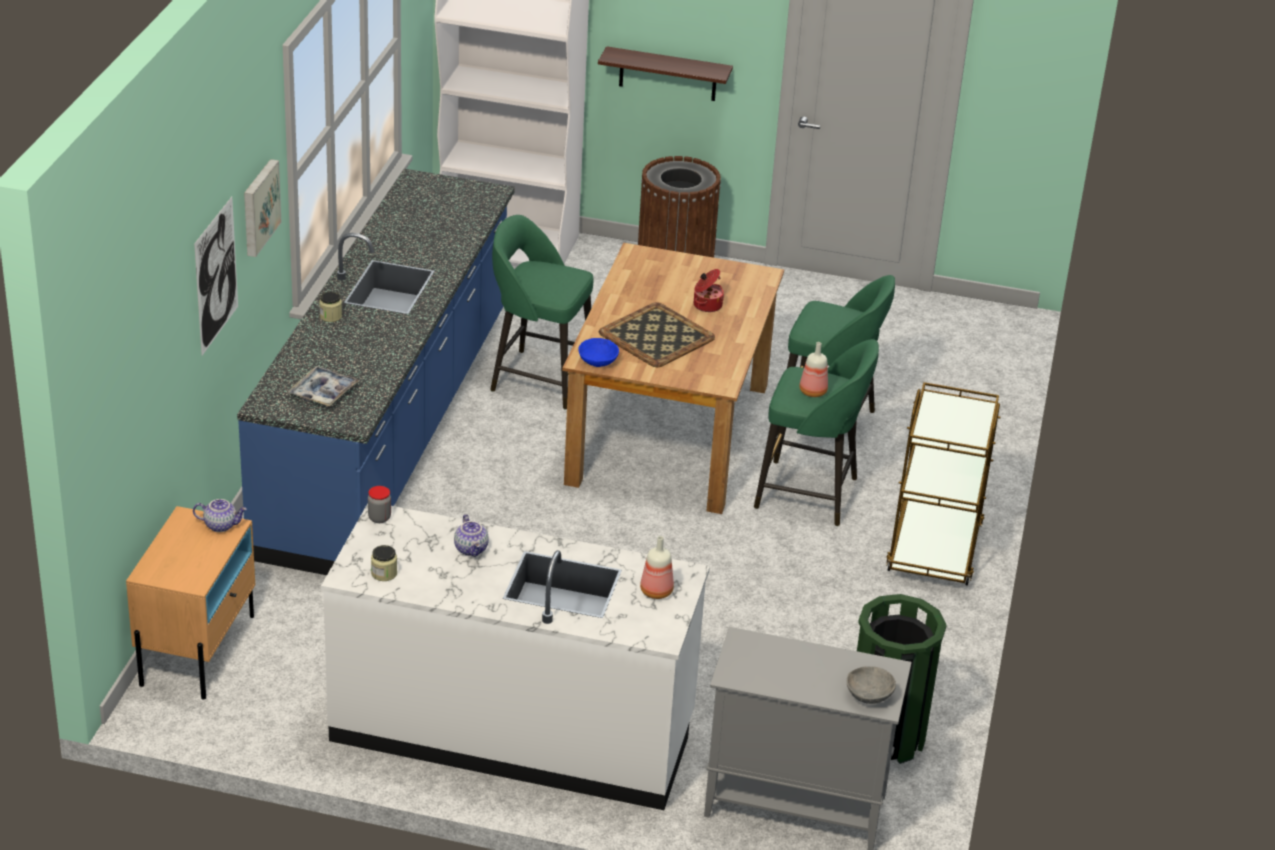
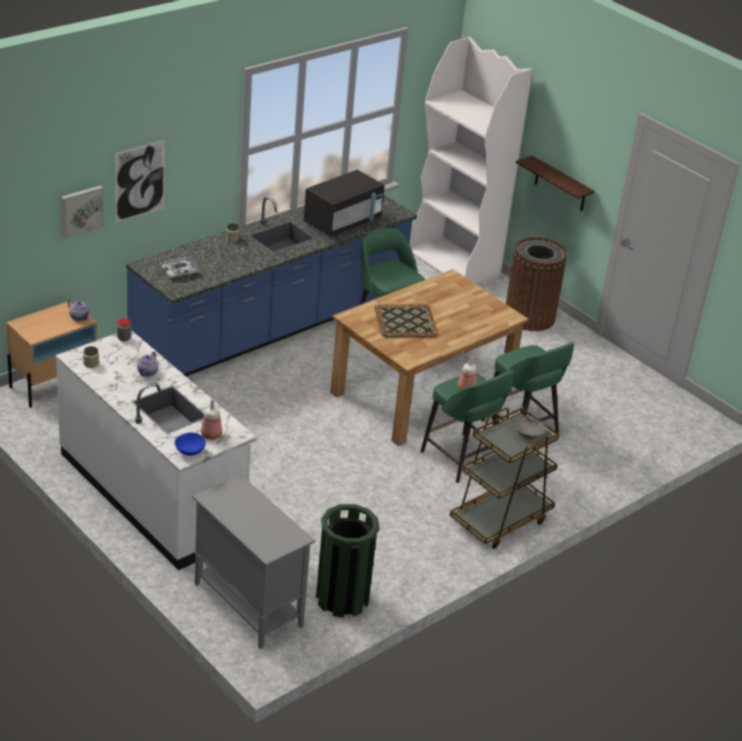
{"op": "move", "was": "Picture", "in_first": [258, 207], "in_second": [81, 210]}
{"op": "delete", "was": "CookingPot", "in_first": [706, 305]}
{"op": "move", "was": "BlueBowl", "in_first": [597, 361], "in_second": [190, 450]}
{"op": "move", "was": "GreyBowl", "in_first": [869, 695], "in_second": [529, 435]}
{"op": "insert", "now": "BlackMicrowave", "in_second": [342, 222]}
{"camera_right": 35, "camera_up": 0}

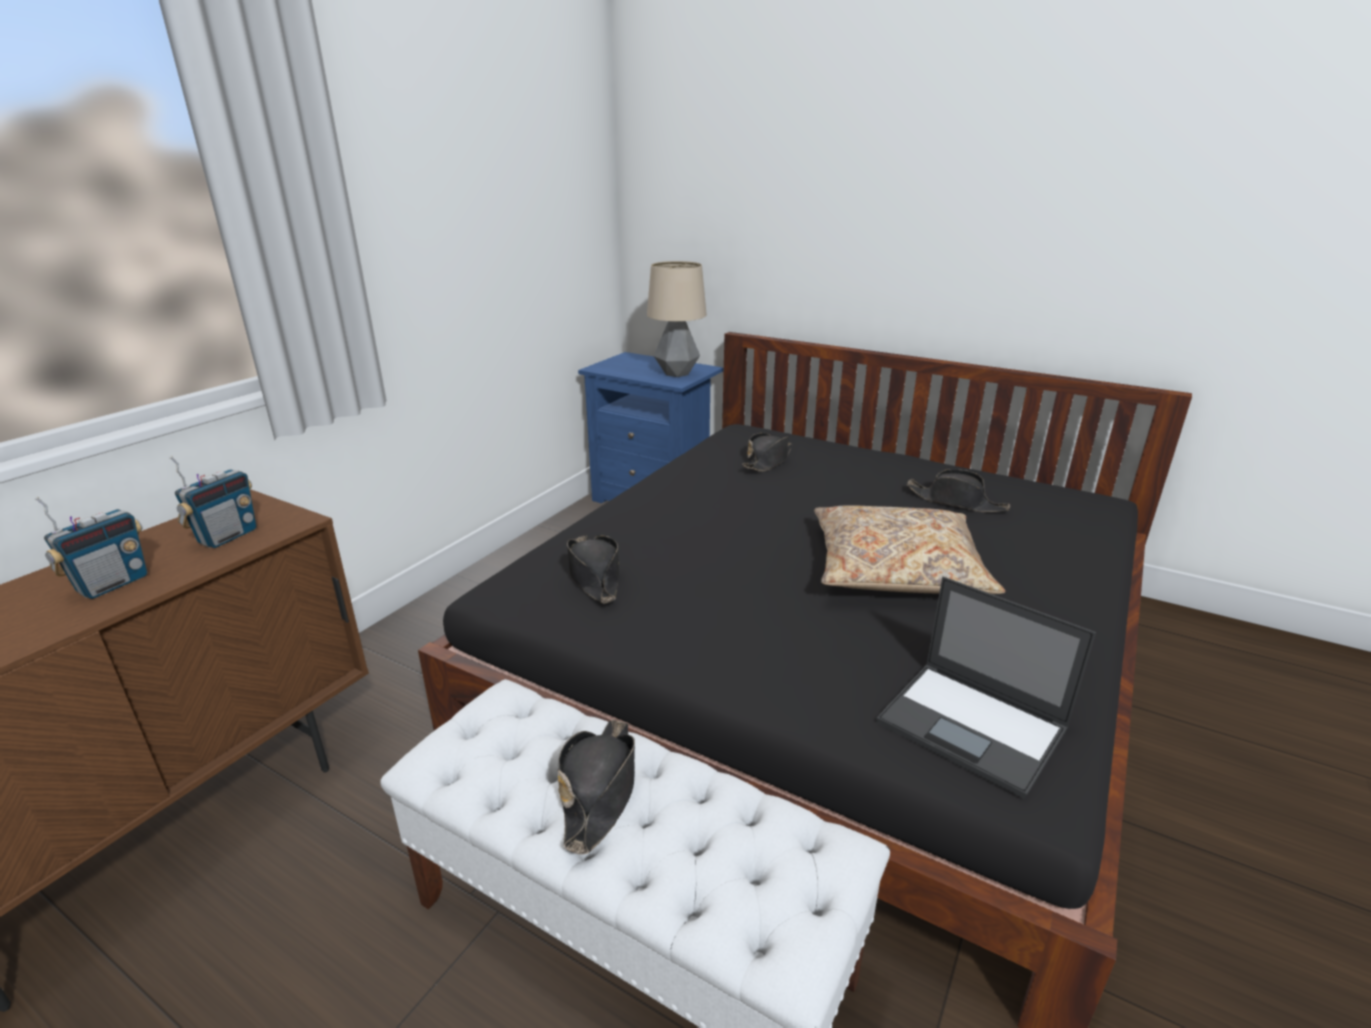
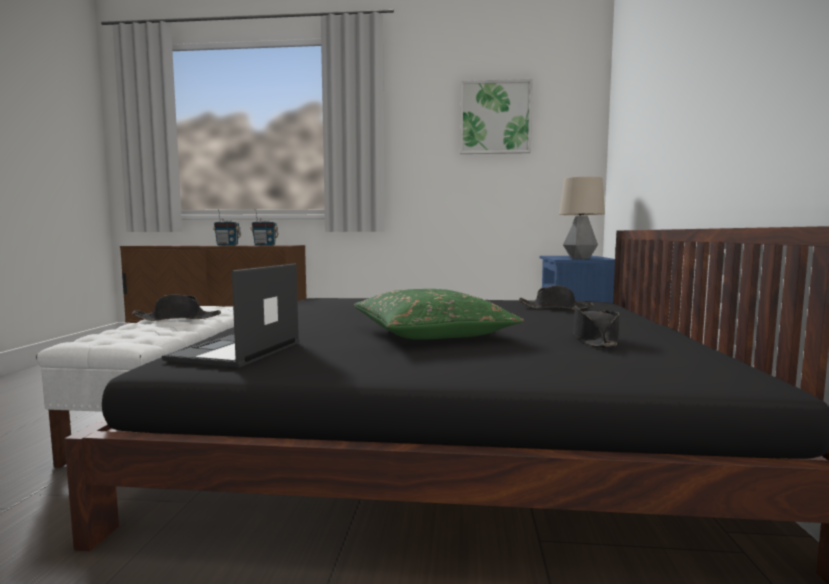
{"op": "recolor", "was": "BeigePillow", "now": "GreenPillow", "in_first": [896, 568], "in_second": [431, 333]}
{"op": "delete", "was": "BlackHat", "in_first": [594, 576]}
{"op": "insert", "now": "Picture", "in_second": [495, 117]}
{"camera_right": 65, "camera_up": -20}

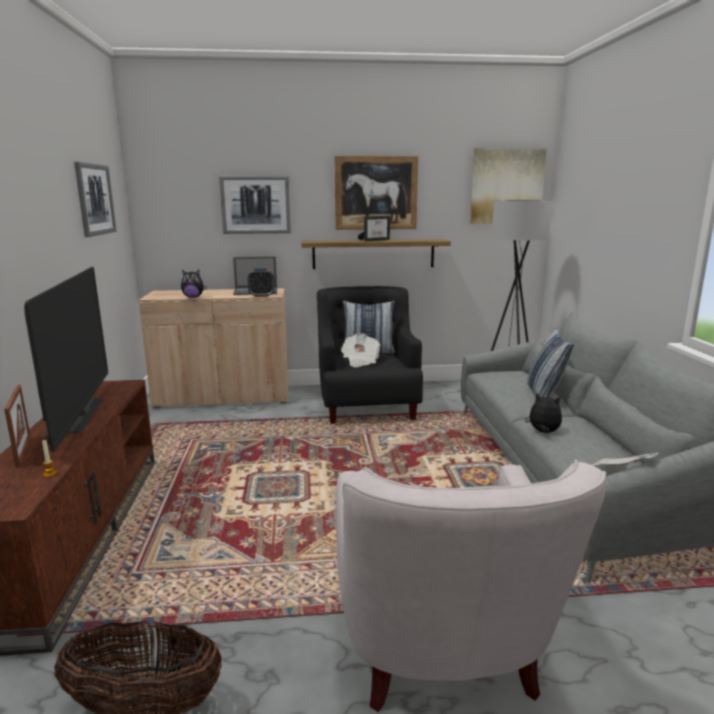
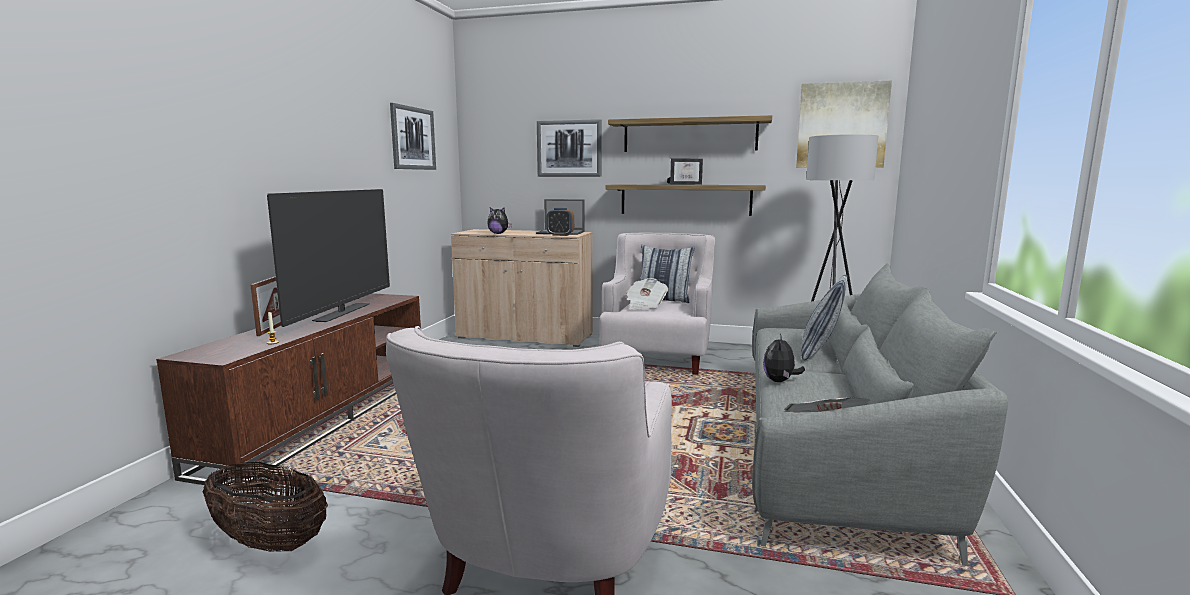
{"op": "replace", "was": "Picture", "now": "Shelf", "in_first": [376, 193], "in_second": [689, 135]}
{"op": "recolor", "was": "BlackArmchair", "now": "WhiteArmchair", "in_first": [367, 404], "in_second": [658, 356]}
{"op": "rotate", "was": "PlushToy", "in_first": [543, 432], "in_second": [780, 381], "clockwise": -120}
{"camera_right": 20, "camera_up": -5}

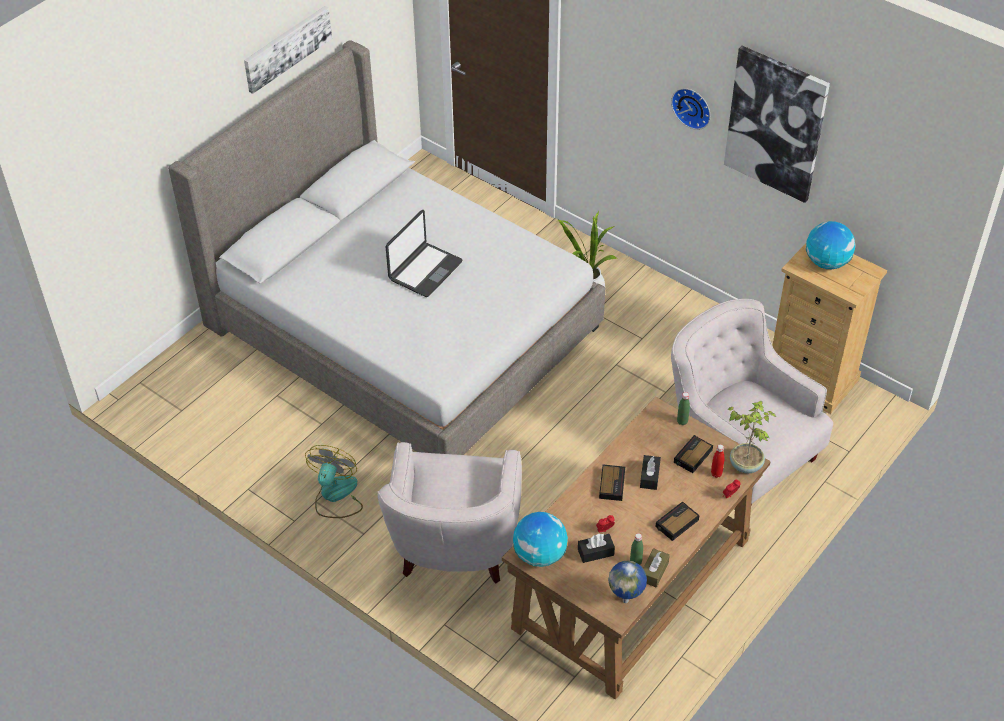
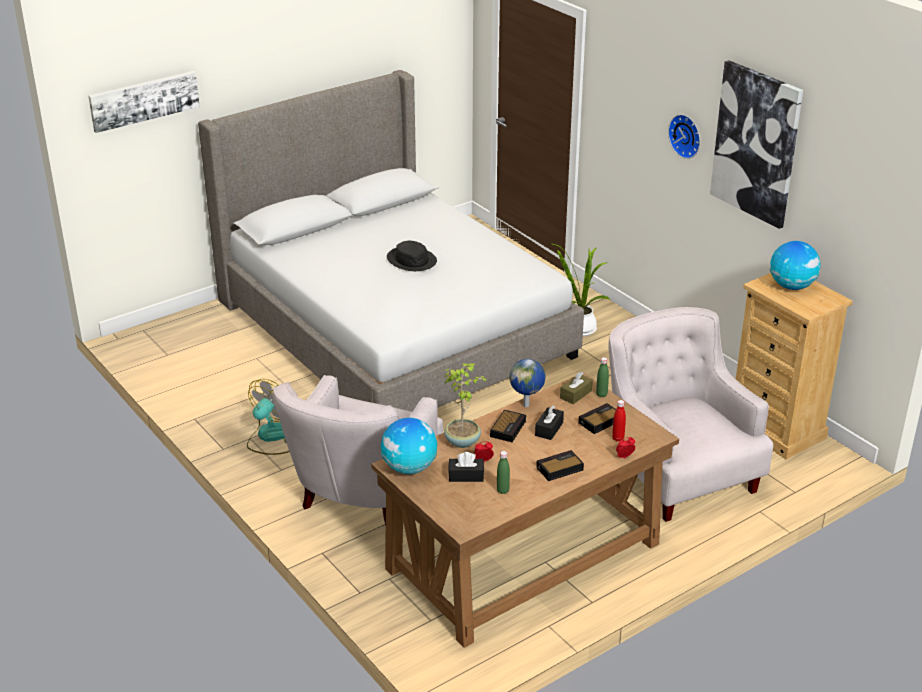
{"op": "move", "was": "Picture", "in_first": [287, 48], "in_second": [144, 100]}
{"op": "replace", "was": "Laptop", "now": "BlackHat", "in_first": [424, 270], "in_second": [412, 260]}
{"op": "move", "was": "PottedPlant", "in_first": [746, 464], "in_second": [463, 441]}
{"op": "move", "was": "BrownTissueBox", "in_first": [654, 572], "in_second": [575, 394]}
{"op": "move", "was": "Globe", "in_first": [626, 600], "in_second": [527, 405]}
{"camera_right": 15, "camera_up": -15}

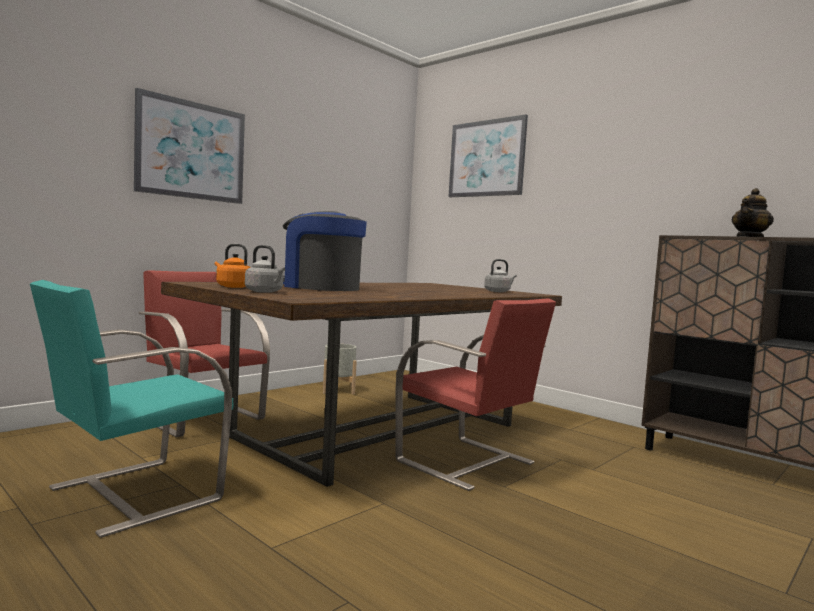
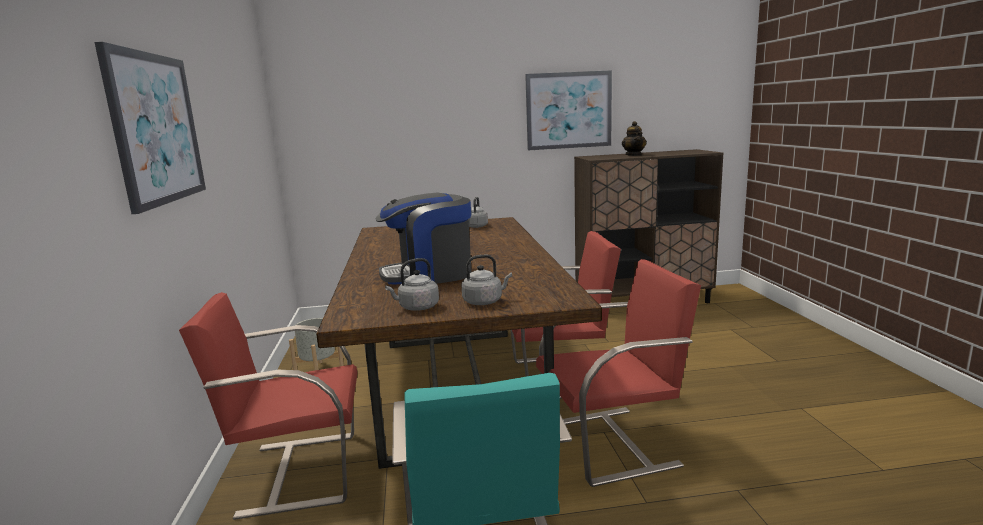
{"op": "move", "was": "Picture", "in_first": [486, 158], "in_second": [568, 110]}
{"op": "recolor", "was": "OrangeKettle", "now": "GreyKettle", "in_first": [232, 287], "in_second": [417, 307]}
{"op": "insert", "now": "RedChair", "in_second": [612, 444]}
{"camera_right": -50, "camera_up": 10}

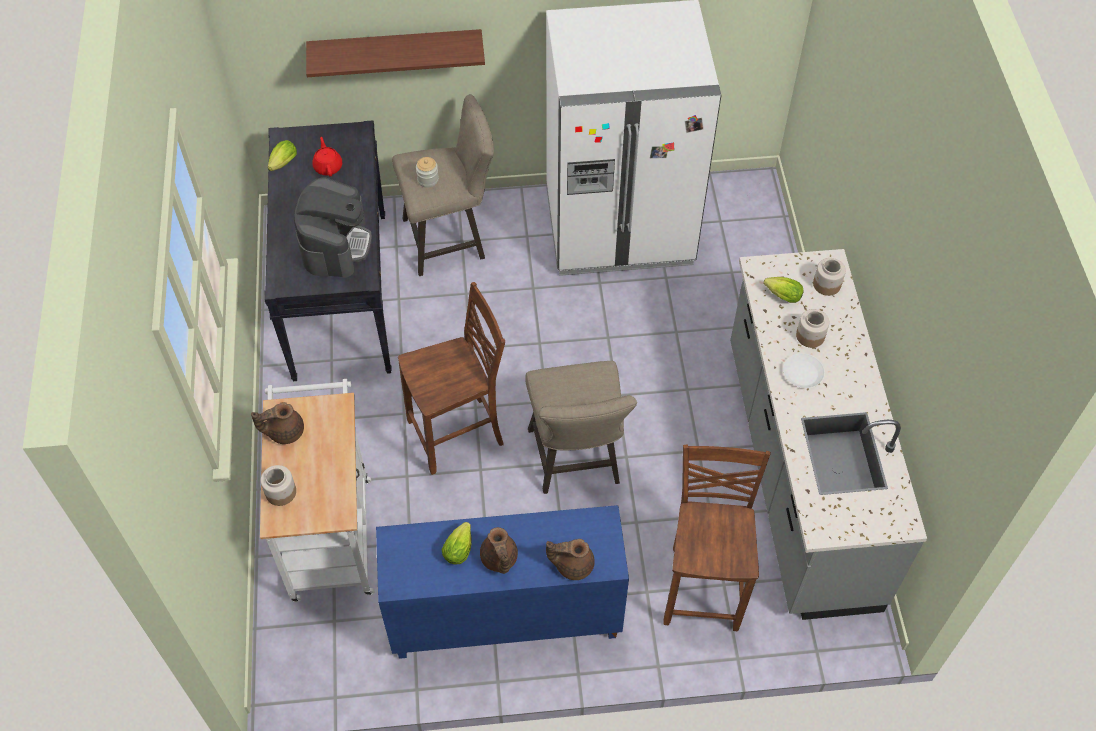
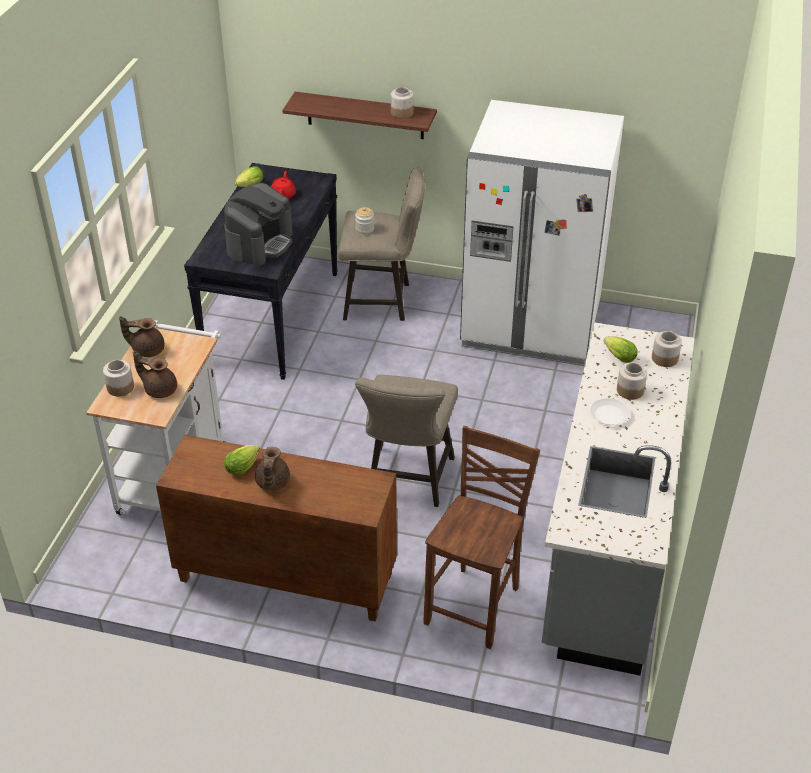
{"op": "delete", "was": "BrownChair", "in_first": [458, 434]}
{"op": "recolor", "was": "BlueCabinet", "now": "BrownCabinet", "in_first": [504, 618], "in_second": [284, 578]}
{"op": "move", "was": "BrownTeapot", "in_first": [572, 565], "in_second": [159, 389]}
{"op": "insert", "now": "Jar", "in_second": [401, 113]}
{"camera_right": 20, "camera_up": -15}

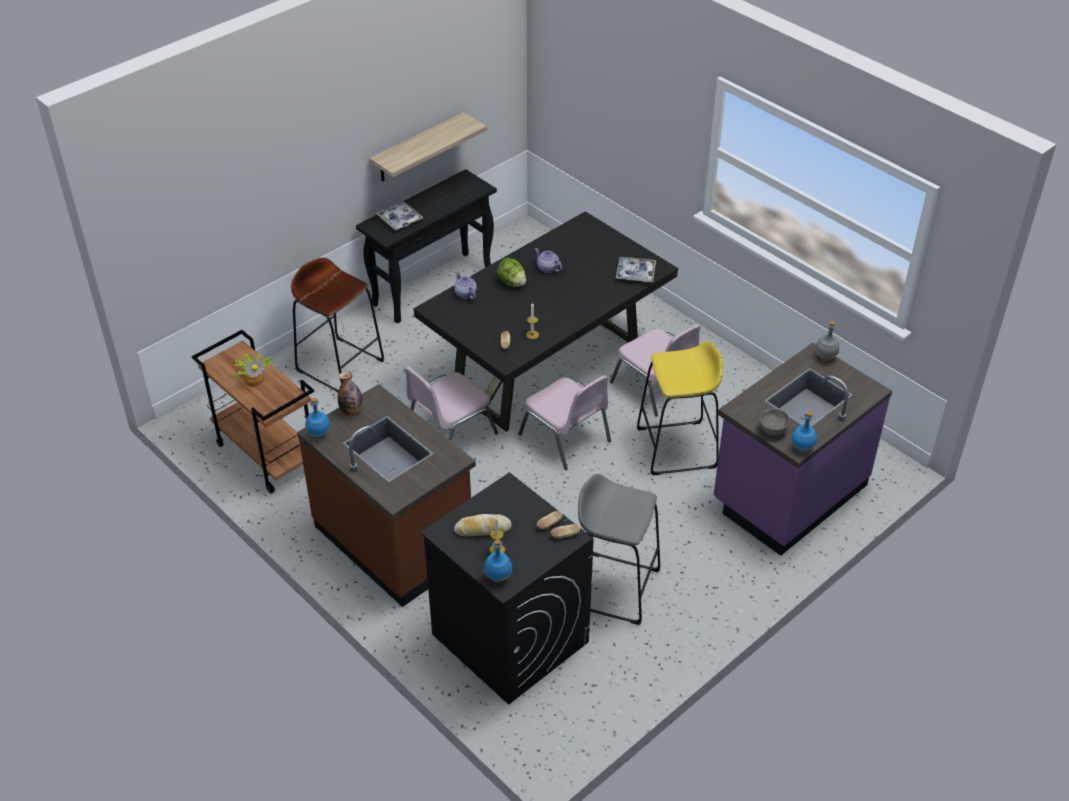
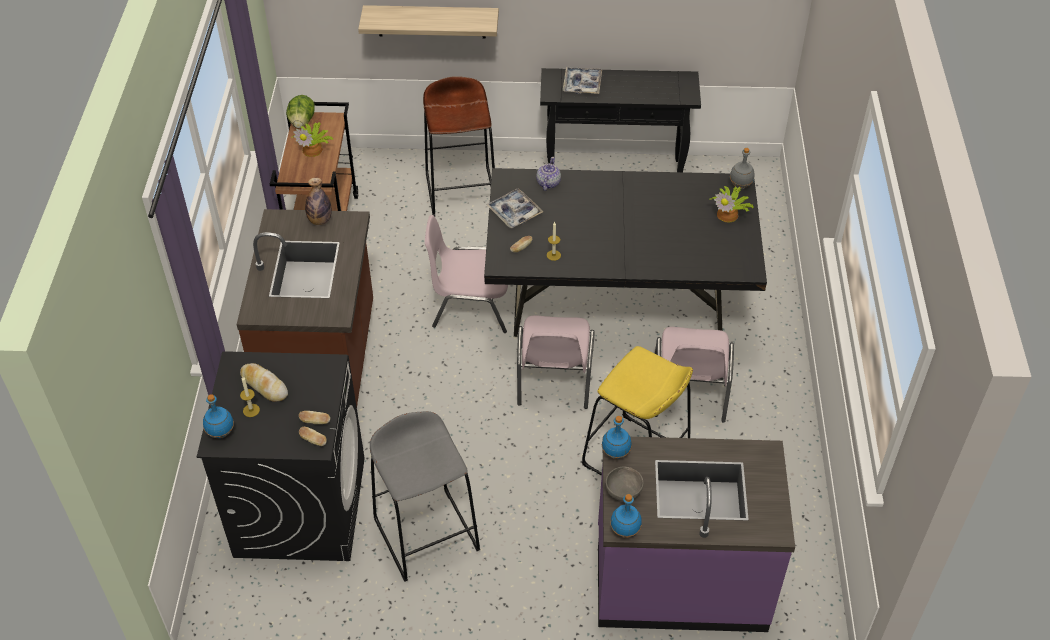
{"op": "move", "was": "Shelf", "in_first": [418, 148], "in_second": [431, 21]}
{"op": "delete", "was": "Teapot", "in_first": [548, 268]}
{"op": "move", "was": "Lettuce", "in_first": [512, 282], "in_second": [302, 122]}
{"op": "move", "was": "Tray", "in_first": [635, 273], "in_second": [514, 212]}
{"op": "move", "was": "GreyBottle", "in_first": [825, 358], "in_second": [740, 186]}
{"op": "move", "was": "BlueBottle", "in_first": [319, 435], "in_second": [615, 453]}
{"op": "insert", "now": "PottedPlant", "in_second": [729, 214]}
{"camera_right": 45, "camera_up": 5}

